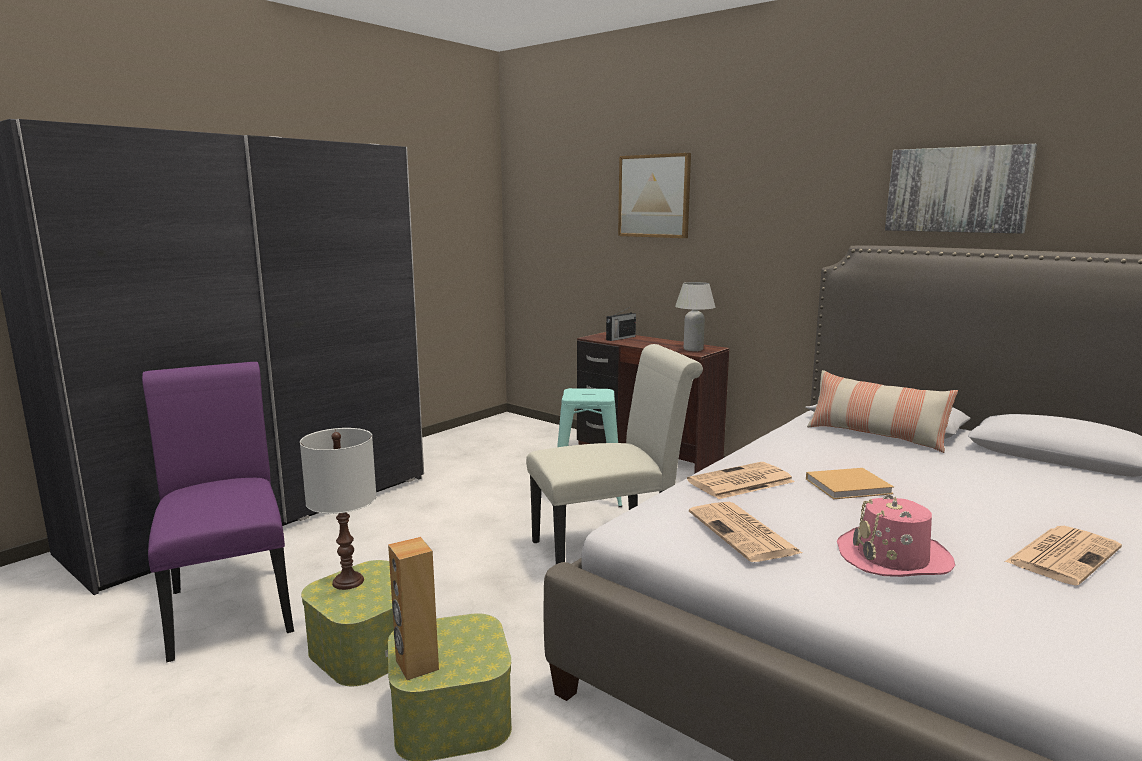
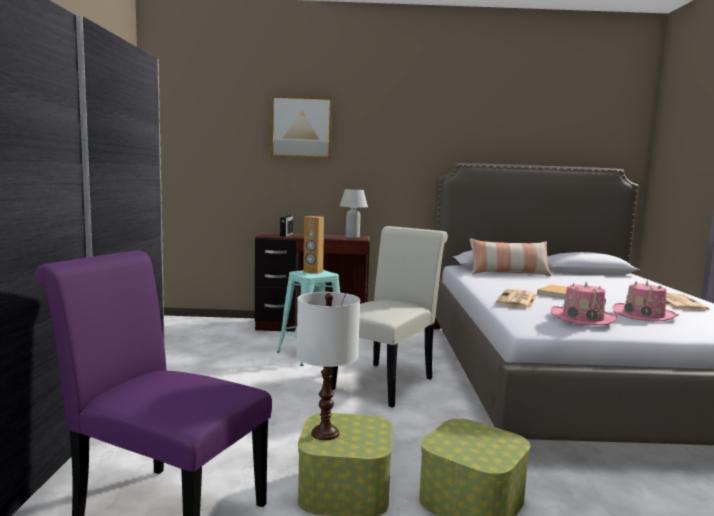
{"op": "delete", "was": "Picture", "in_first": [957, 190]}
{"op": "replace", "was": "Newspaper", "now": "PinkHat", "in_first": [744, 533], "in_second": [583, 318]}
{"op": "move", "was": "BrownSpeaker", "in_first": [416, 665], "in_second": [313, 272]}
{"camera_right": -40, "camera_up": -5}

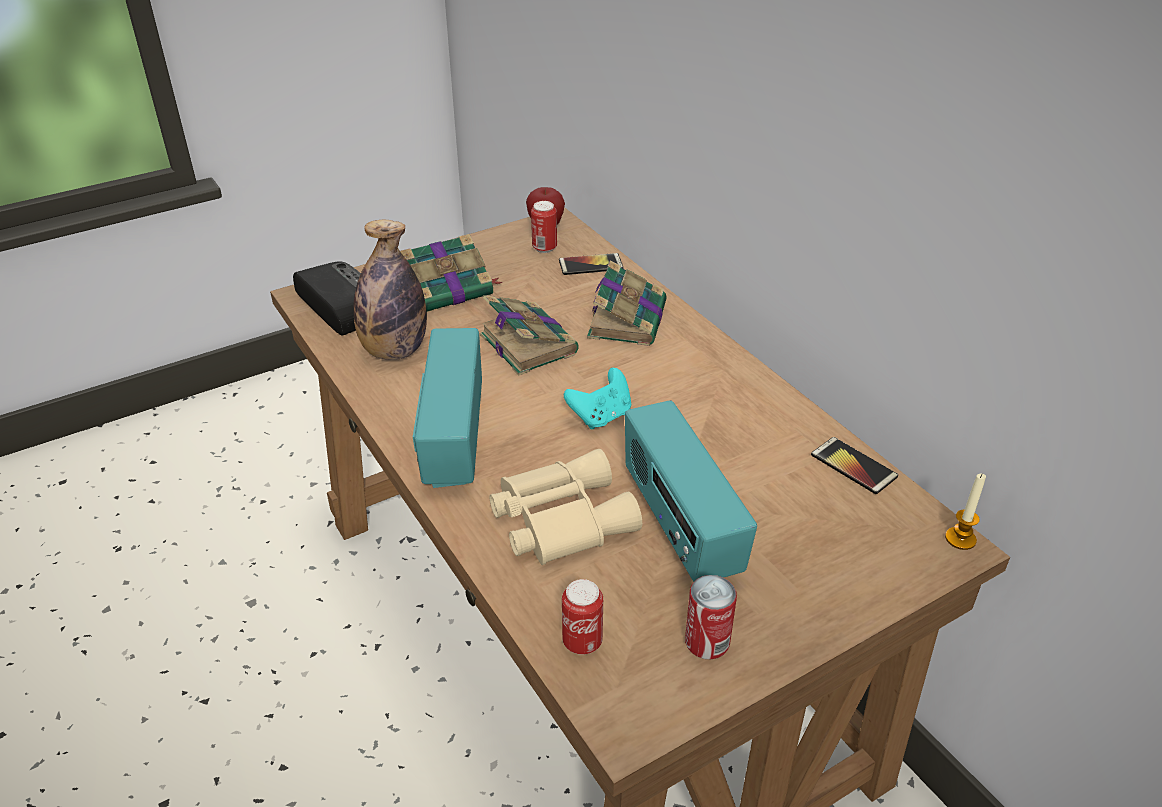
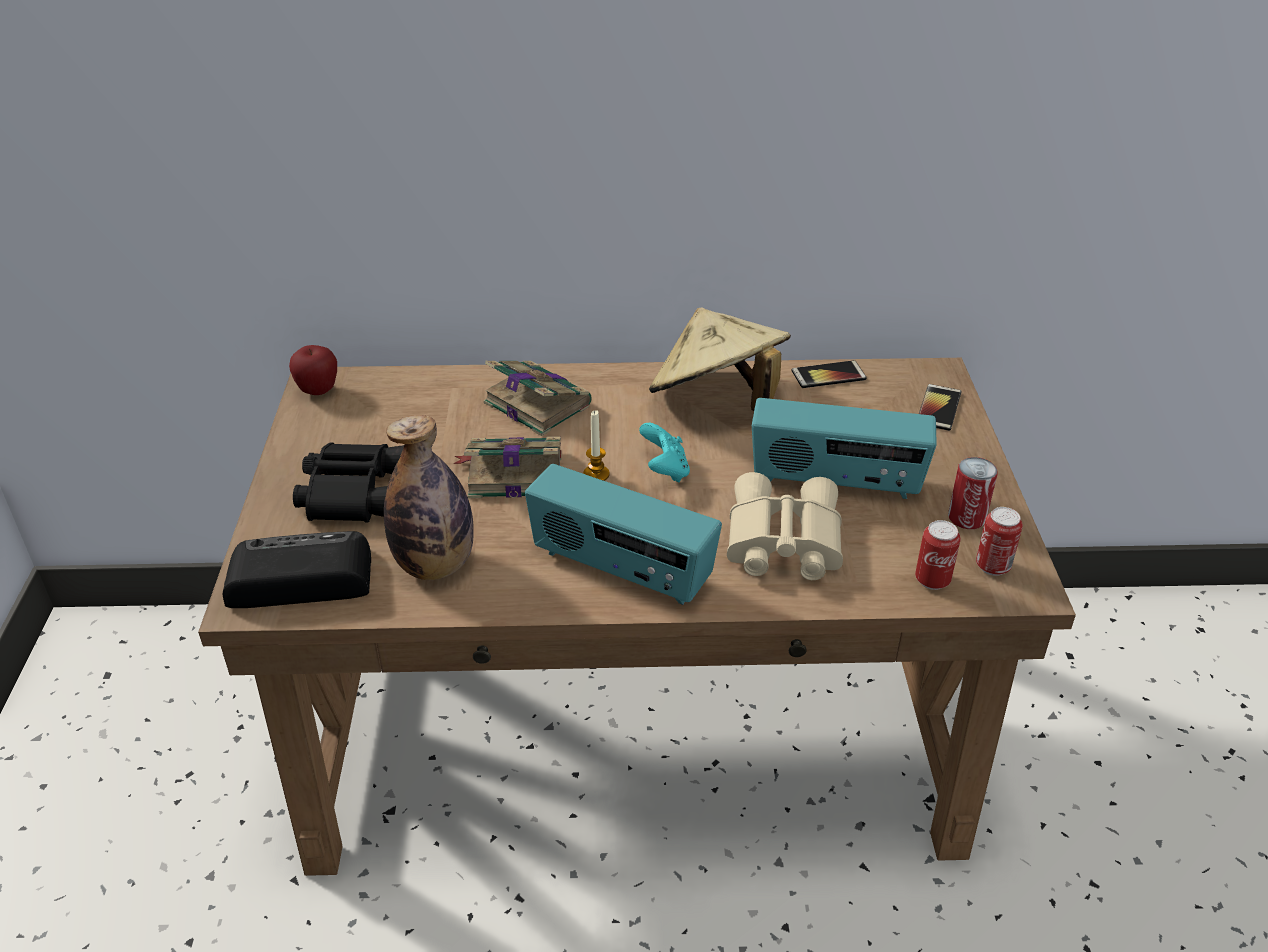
{"op": "move", "was": "Can", "in_first": [544, 248], "in_second": [992, 566]}
{"op": "replace", "was": "Book", "now": "BlackBinoculars", "in_first": [449, 289], "in_second": [361, 492]}
{"op": "move", "was": "Phone", "in_first": [590, 265], "in_second": [938, 408]}
{"op": "move", "was": "Candle", "in_first": [960, 539], "in_second": [596, 474]}
{"op": "insert", "now": "BeigeHat", "in_second": [717, 402]}
{"camera_right": -60, "camera_up": 0}

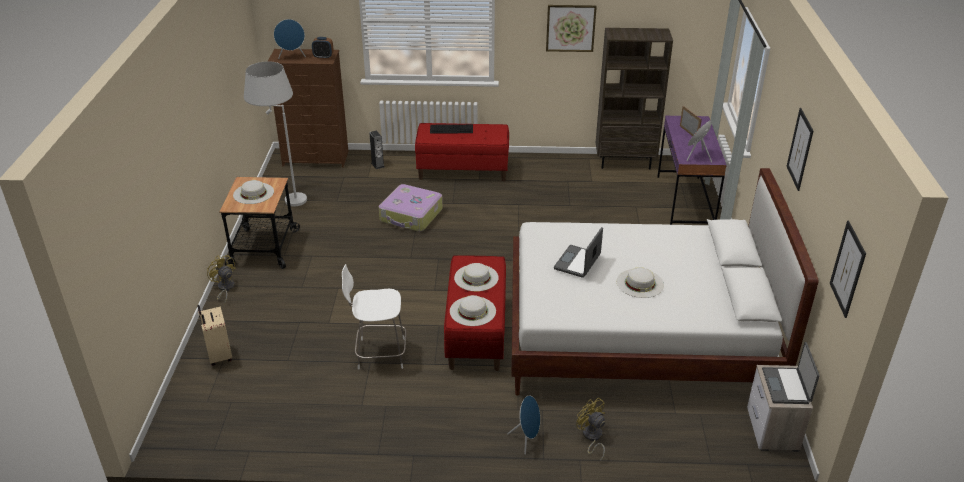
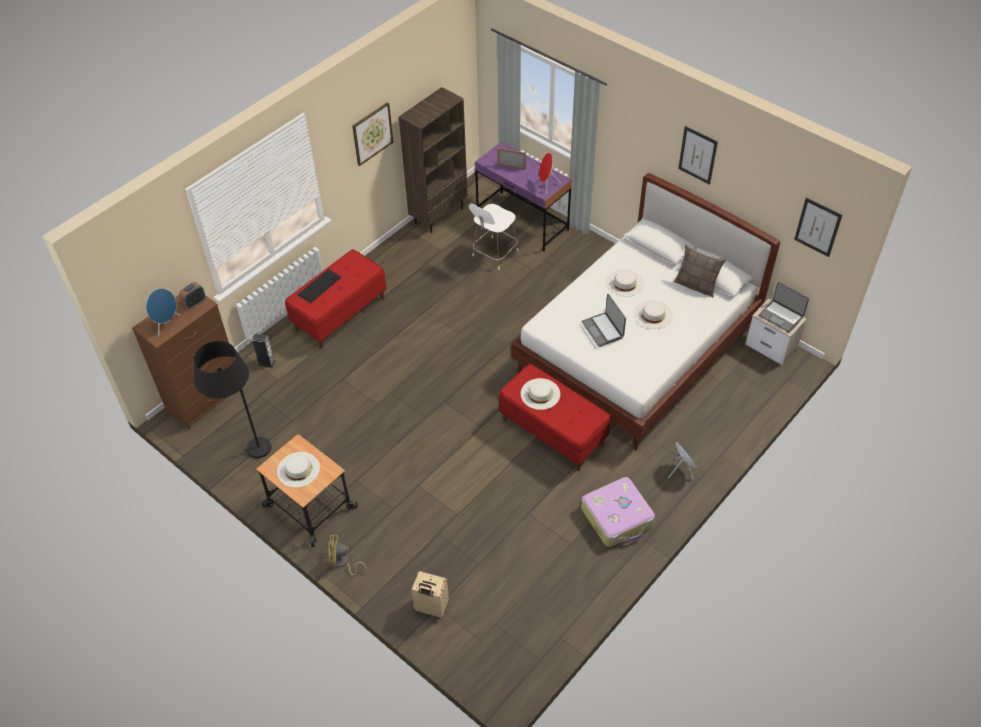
{"op": "recolor", "was": "WhiteFloorLamp", "now": "BlackFloorLamp", "in_first": [284, 199], "in_second": [248, 456]}
{"op": "move", "was": "Suitcase", "in_first": [411, 215], "in_second": [617, 517]}
{"op": "move", "was": "WhiteChair", "in_first": [379, 353], "in_second": [494, 254]}
{"op": "move", "was": "WhiteHat", "in_first": [472, 311], "in_second": [624, 283]}
{"op": "delete", "was": "YellowFan", "in_first": [591, 438]}
{"op": "insert", "now": "Pillow", "in_second": [696, 285]}
{"camera_right": -50, "camera_up": 15}

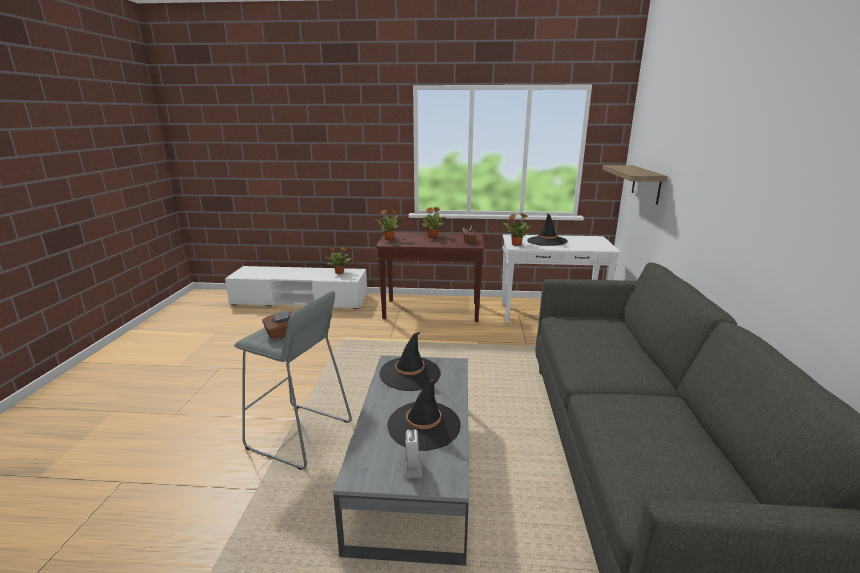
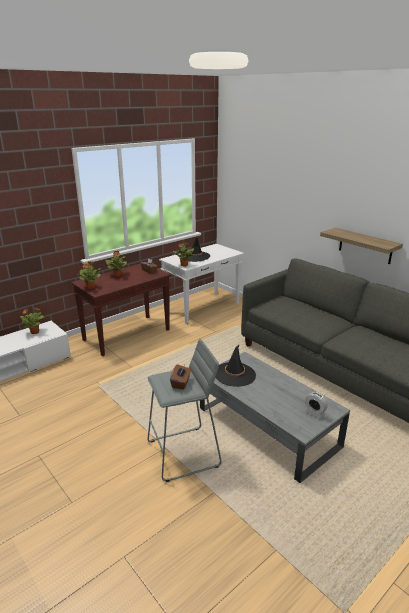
{"op": "move", "was": "Shelf", "in_first": [646, 184], "in_second": [365, 246]}
{"op": "delete", "was": "BlackHat", "in_first": [424, 425]}
{"camera_right": -45, "camera_up": 5}

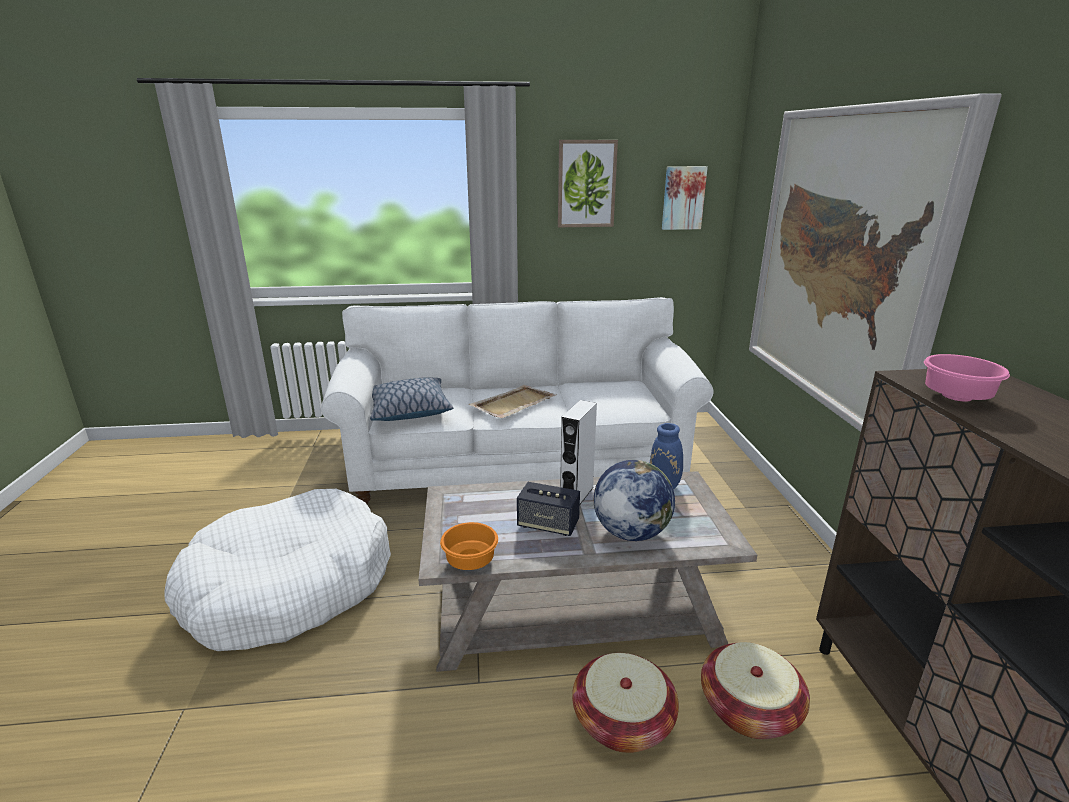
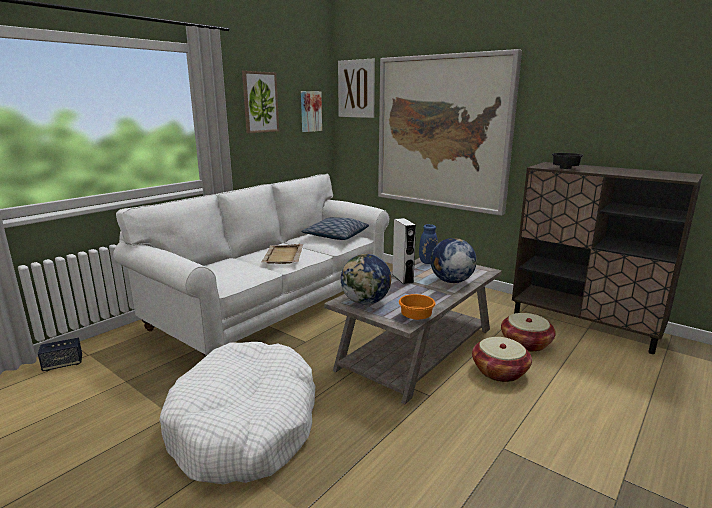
{"op": "recolor", "was": "PinkBowl", "now": "BlackBowl", "in_first": [953, 397], "in_second": [564, 168]}
{"op": "move", "was": "Pillow", "in_first": [408, 410], "in_second": [336, 236]}
{"op": "move", "was": "Speaker", "in_first": [548, 525], "in_second": [63, 364]}
{"op": "insert", "now": "Picture", "in_second": [356, 89]}
{"op": "insert", "now": "Globe", "in_second": [366, 302]}
{"camera_right": -45, "camera_up": -5}

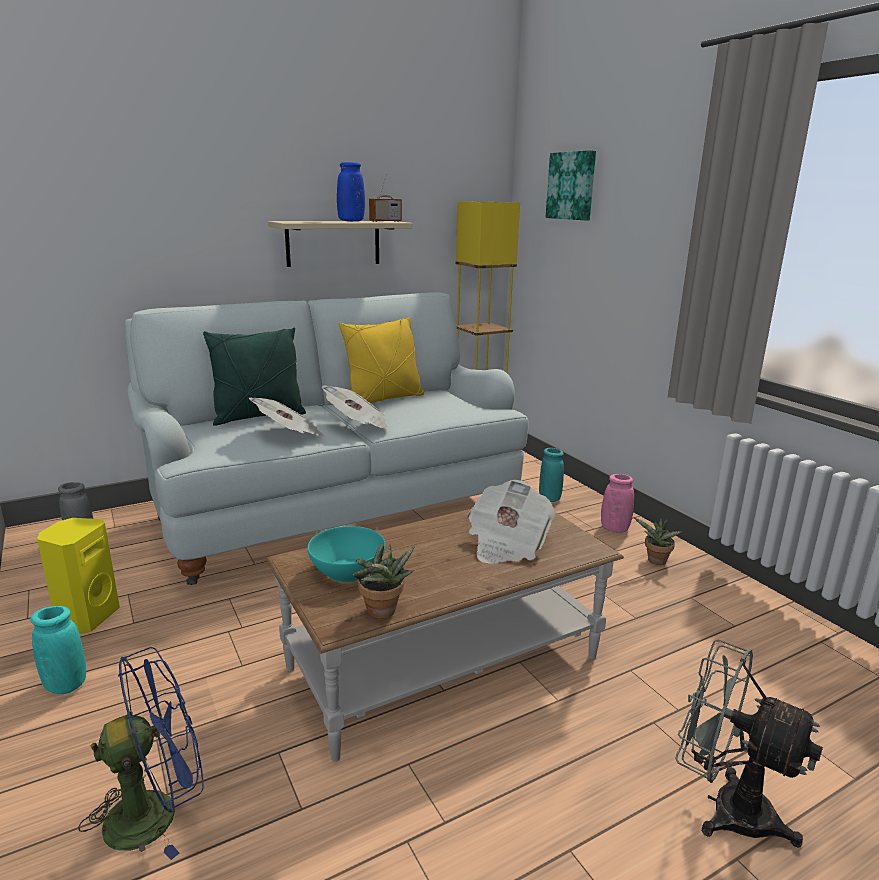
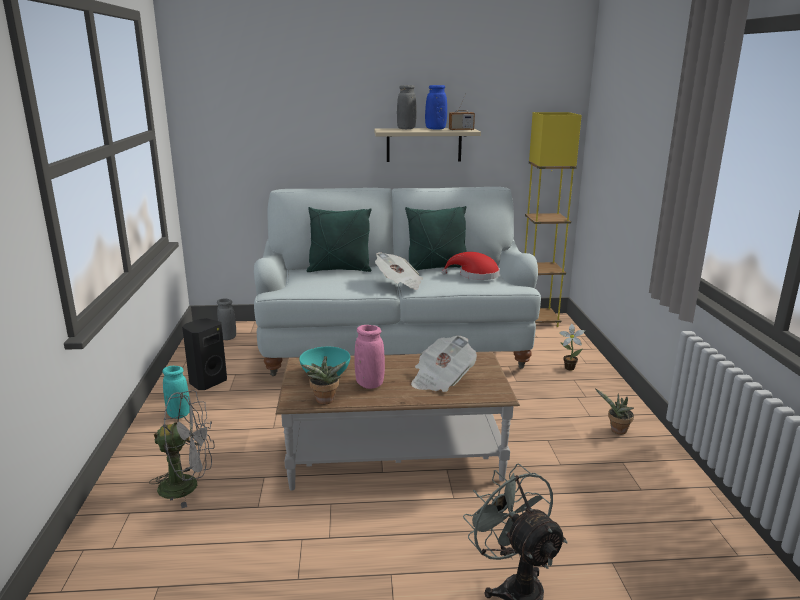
{"op": "delete", "was": "Picture", "in_first": [572, 186]}
{"op": "recolor", "was": "YellowPillow", "now": "GreenPillow", "in_first": [384, 400], "in_second": [436, 268]}
{"op": "delete", "was": "Newspaper", "in_first": [289, 435]}
{"op": "replace", "was": "TurquoiseVase", "now": "PottedPlant", "in_first": [549, 498], "in_second": [568, 367]}
{"op": "move", "was": "PinkVase", "in_first": [614, 528], "in_second": [369, 384]}
{"op": "recolor", "was": "YellowSpeaker", "now": "BlackSpeaker", "in_first": [86, 617], "in_second": [207, 382]}
{"op": "recolor", "was": "BlueFan", "now": "GreyFan", "in_first": [157, 811], "in_second": [188, 486]}
{"op": "insert", "now": "GreyVase", "in_second": [406, 129]}
{"op": "insert", "now": "RedHat", "in_second": [475, 275]}
{"camera_right": 25, "camera_up": 0}

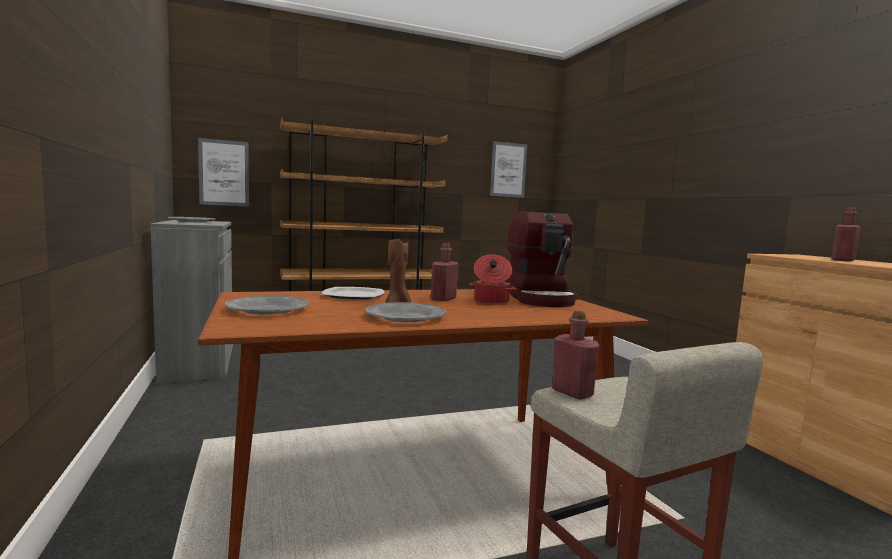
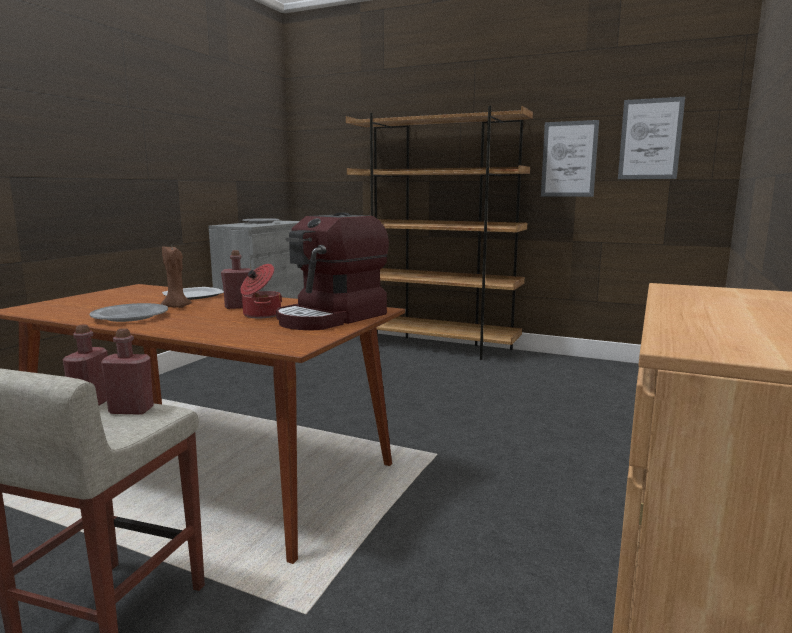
{"op": "move", "was": "Picture", "in_first": [224, 173], "in_second": [569, 159]}
{"op": "move", "was": "RedBottle", "in_first": [843, 260], "in_second": [131, 410]}
{"op": "delete", "was": "GreyPlate", "in_first": [268, 309]}
{"camera_right": 45, "camera_up": 5}

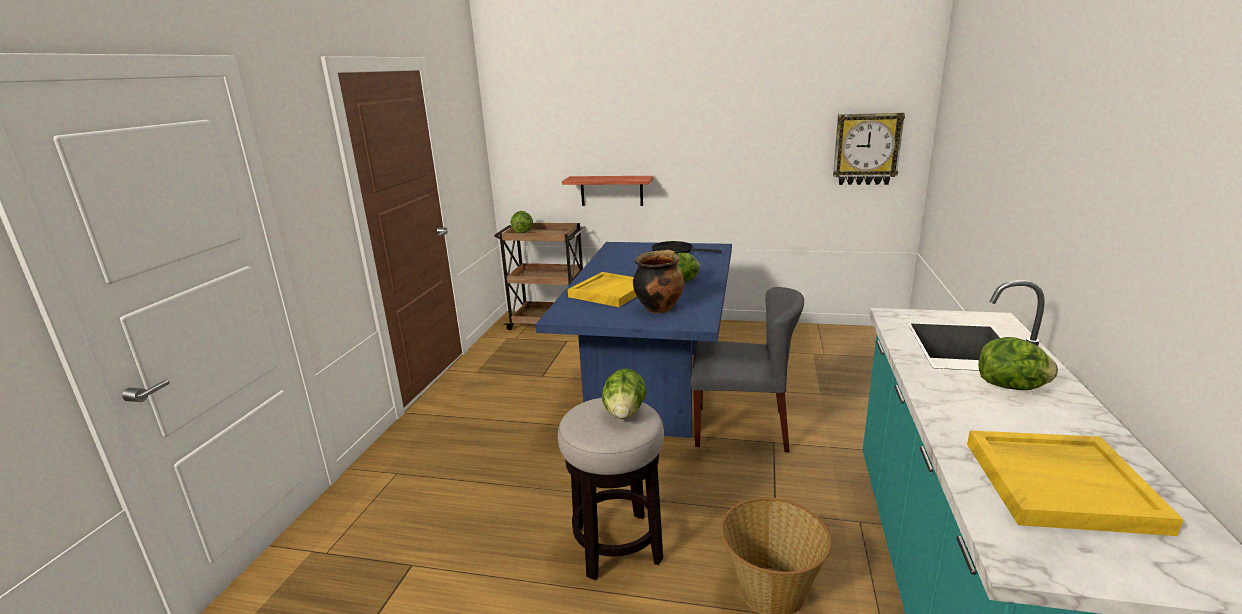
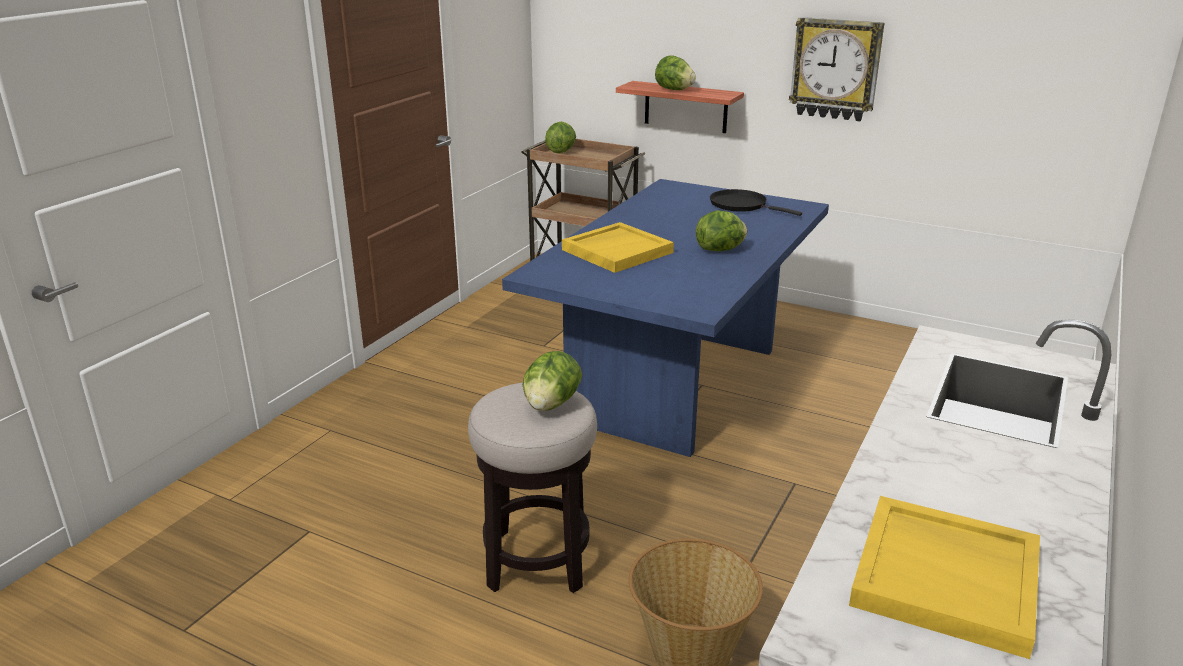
{"op": "move", "was": "WallClock", "in_first": [866, 149], "in_second": [835, 69]}
{"op": "delete", "was": "CookingPot", "in_first": [659, 308]}
{"op": "delete", "was": "GreyChair", "in_first": [741, 428]}
{"op": "move", "was": "Lettuce", "in_first": [1011, 387], "in_second": [674, 90]}
{"camera_right": 15, "camera_up": 5}

